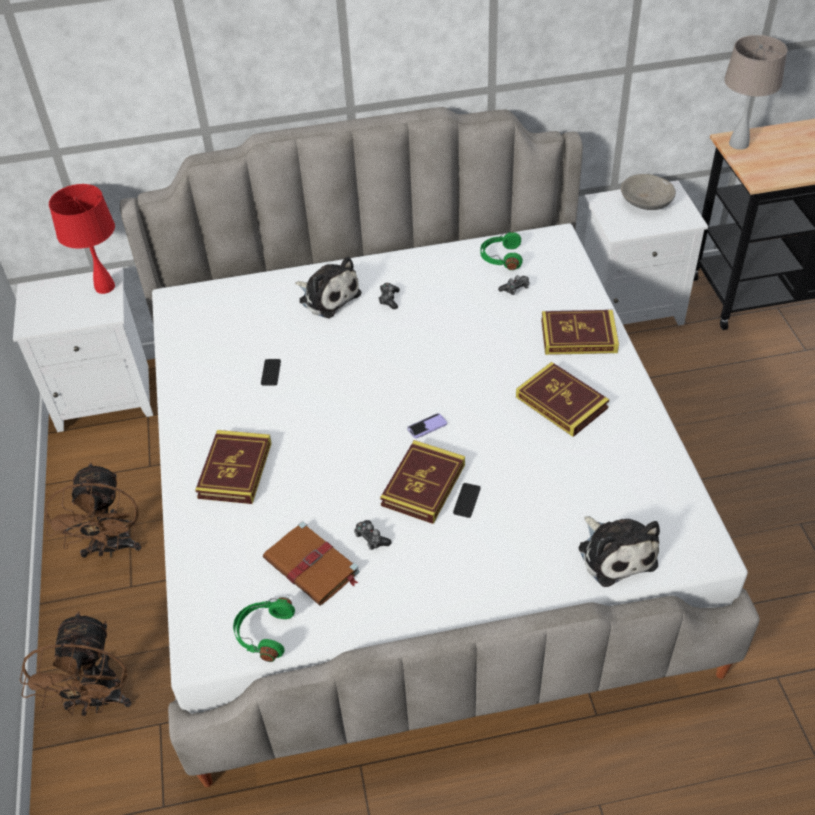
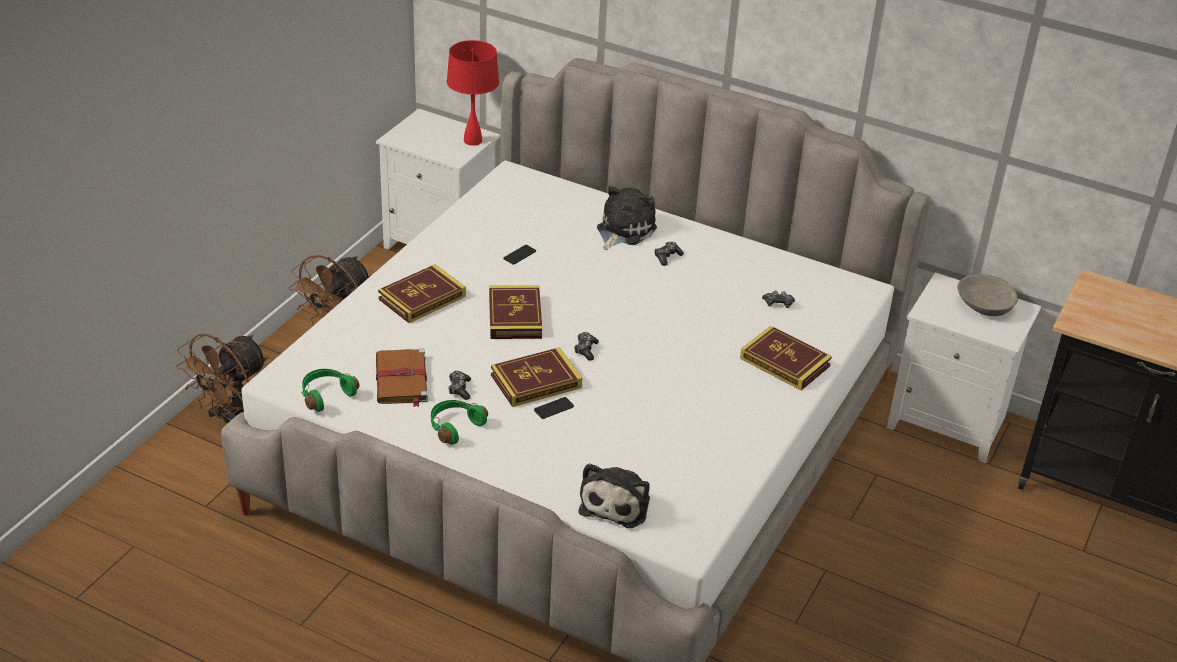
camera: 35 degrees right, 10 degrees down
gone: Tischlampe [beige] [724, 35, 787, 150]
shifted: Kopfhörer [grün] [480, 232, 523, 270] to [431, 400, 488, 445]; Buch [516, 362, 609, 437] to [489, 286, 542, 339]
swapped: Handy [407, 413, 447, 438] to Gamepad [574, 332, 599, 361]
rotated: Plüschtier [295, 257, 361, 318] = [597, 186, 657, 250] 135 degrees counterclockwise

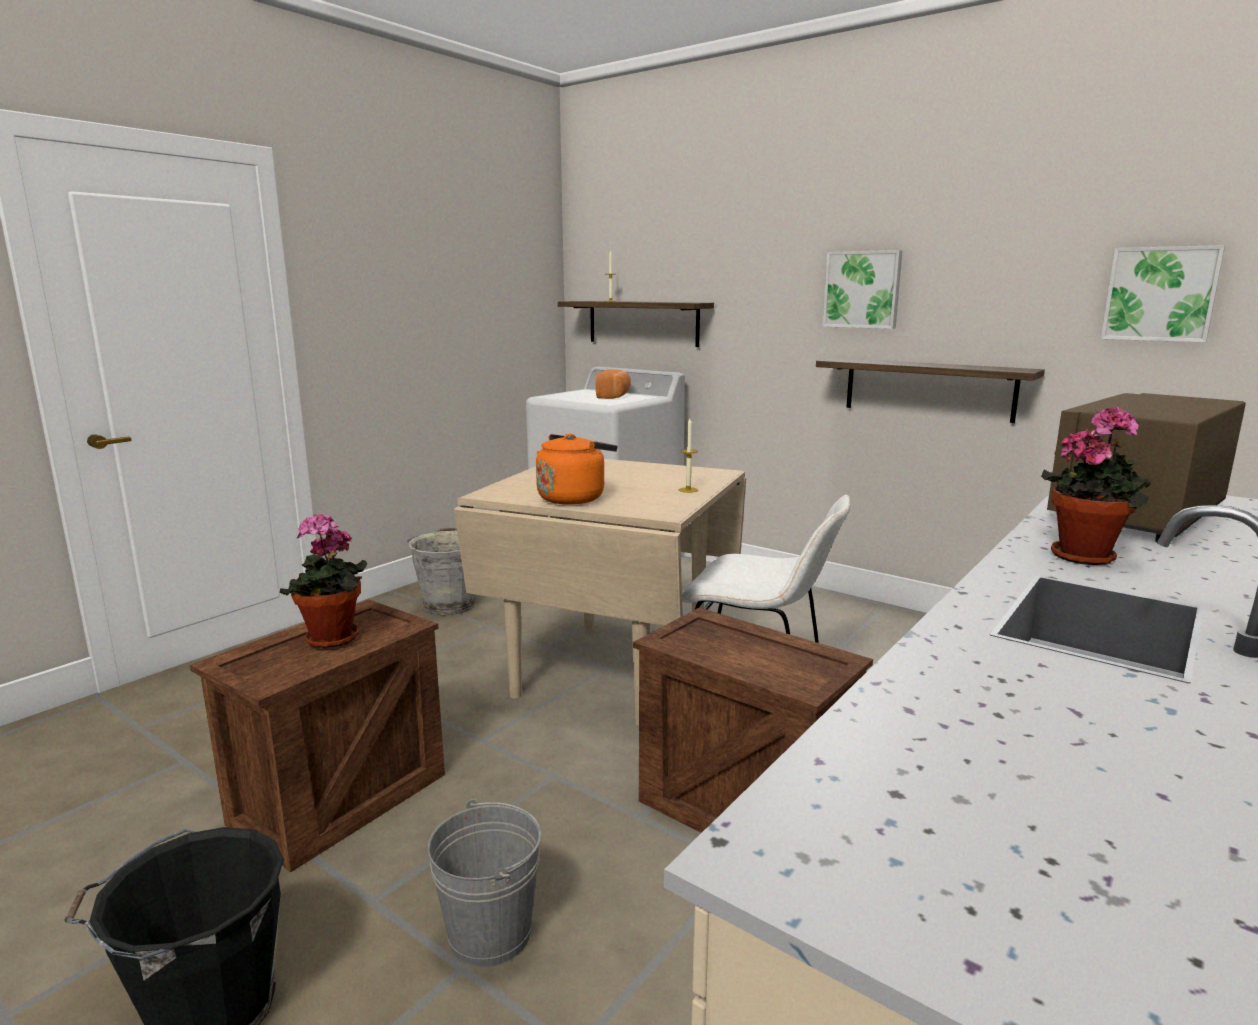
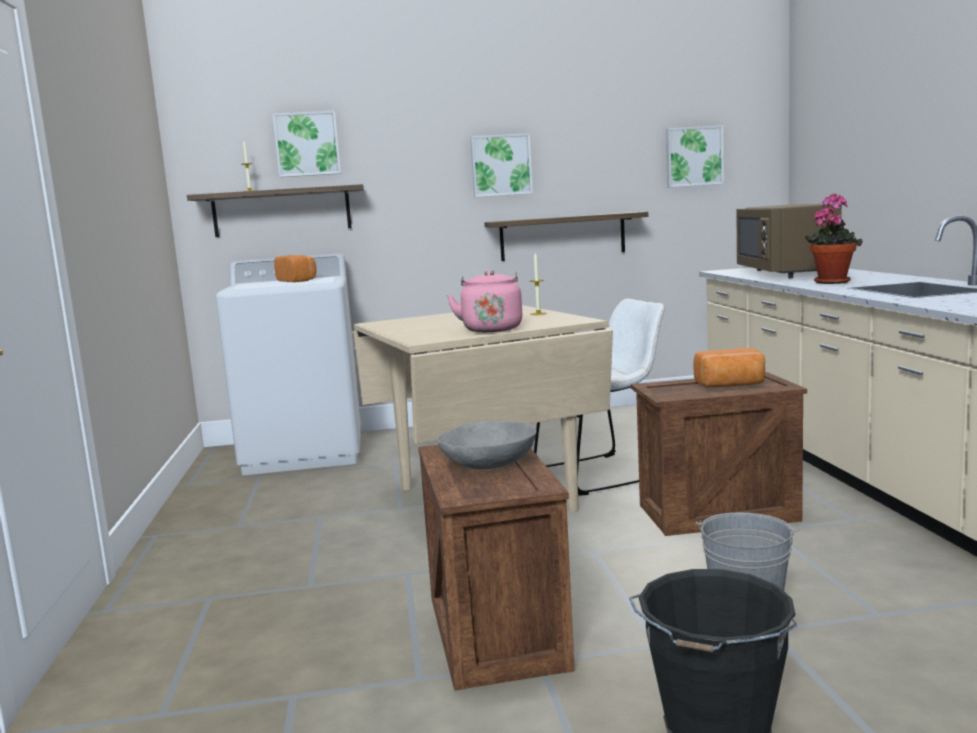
camera: 45 degrees left, 5 degrees down
gone: Eimer [grau] [407, 528, 475, 615]
new: Bild [272, 111, 341, 177]; Brot [693, 348, 765, 387]
swapped: Topfpflanze [280, 513, 367, 648] to Schüssel [grau] [437, 421, 537, 469]
repainted: Wasserkessel [orange] [536, 434, 617, 505] to Wasserkessel [rosa] [447, 270, 523, 332]

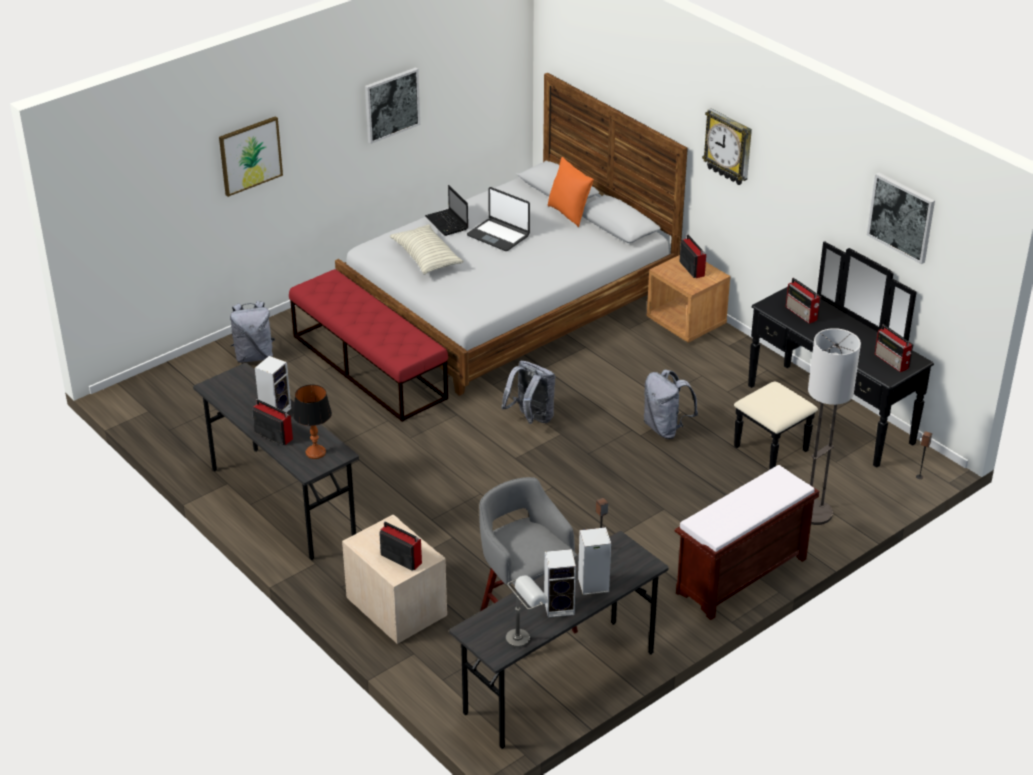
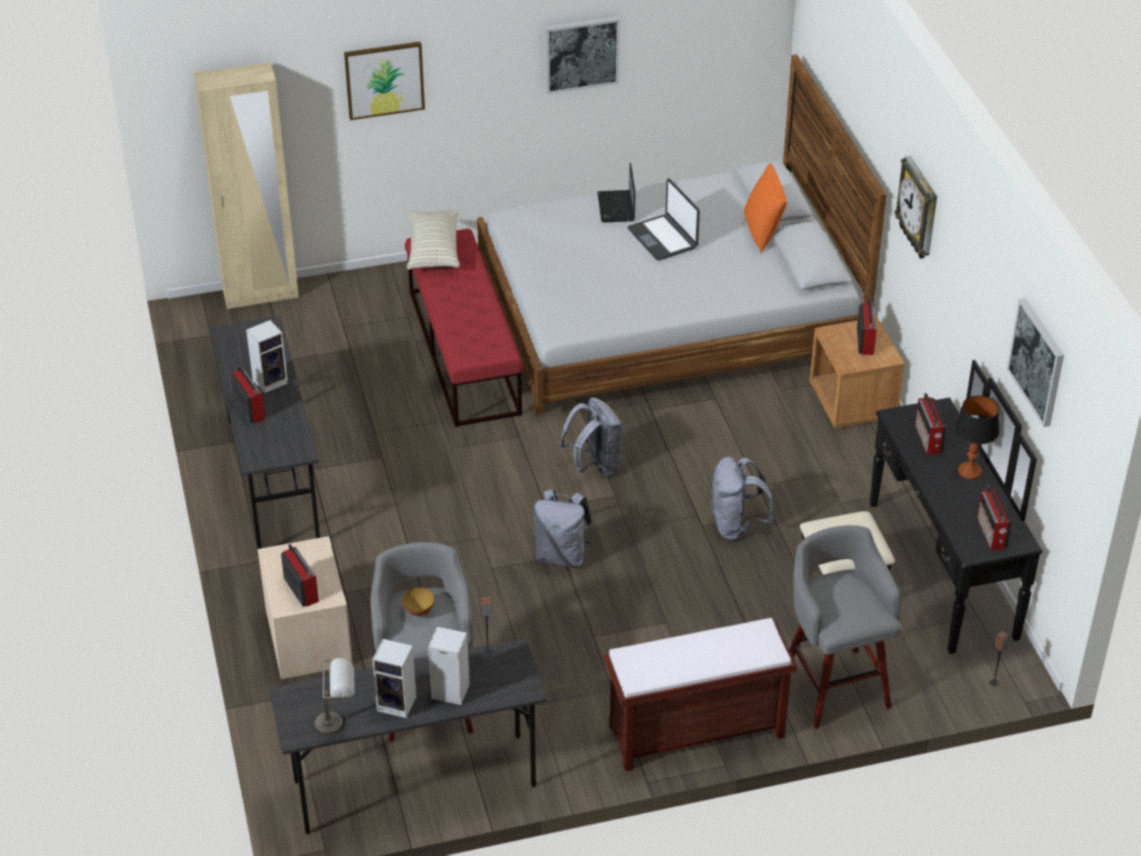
camera: 25 degrees right, 5 degrees up
new: Kleiderschrank [beige] [194, 62, 299, 309]; Schüssel [402, 588, 434, 616]
shifted: Rucksack [grau] [230, 301, 275, 362] to [533, 489, 592, 567]; Tischlampe [293, 385, 332, 459] to [955, 395, 999, 479]; Kissen [390, 224, 463, 274] to [407, 210, 460, 270]
swapped: Stehlampe [808, 328, 861, 525] to Hocker [grau] [789, 525, 901, 729]

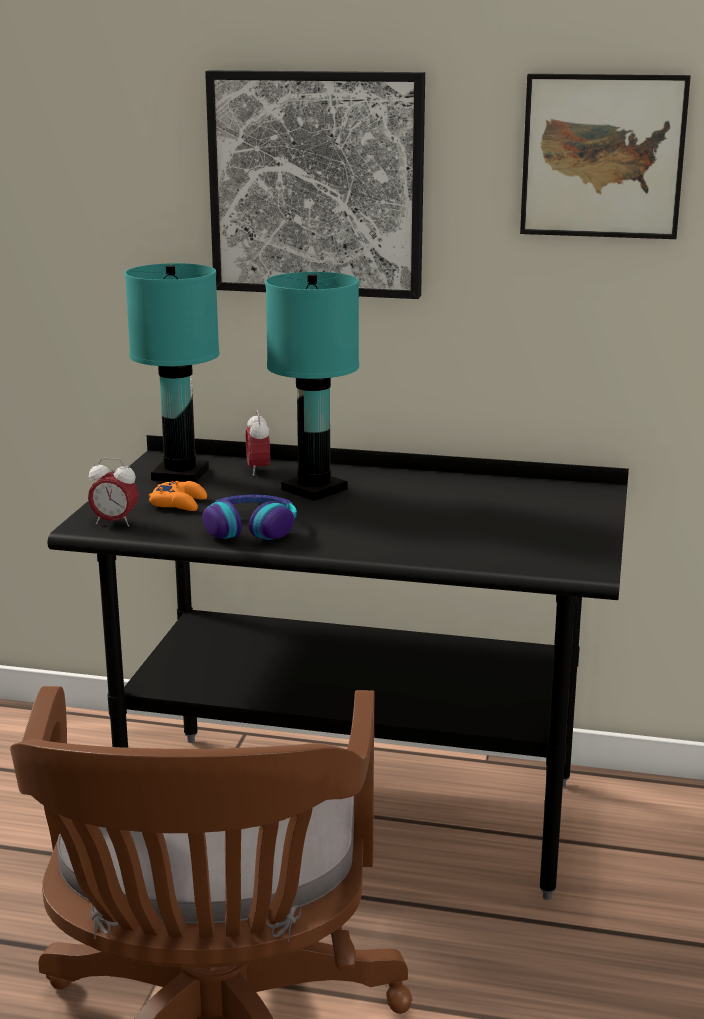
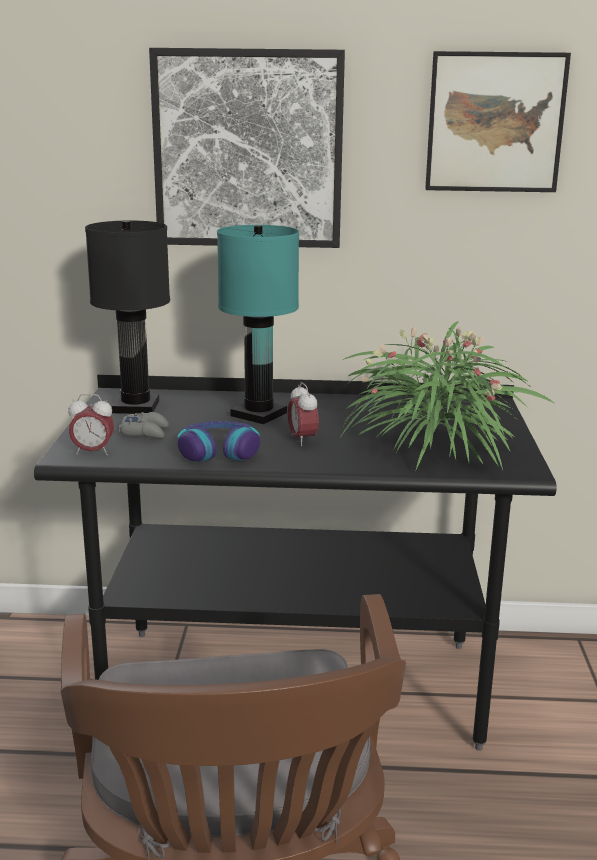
camera: 10 degrees left, 0 degrees up
new: Topfpflanze [339, 321, 554, 470]
shifted: Wecker [246, 410, 270, 476] to [287, 382, 319, 446]
repainted: Tischlampe [türkis] [125, 263, 219, 482] to Tischlampe [schwarz] [85, 220, 170, 414]; Gamepad [orange] [149, 481, 207, 511] to Gamepad [grau] [119, 412, 169, 438]

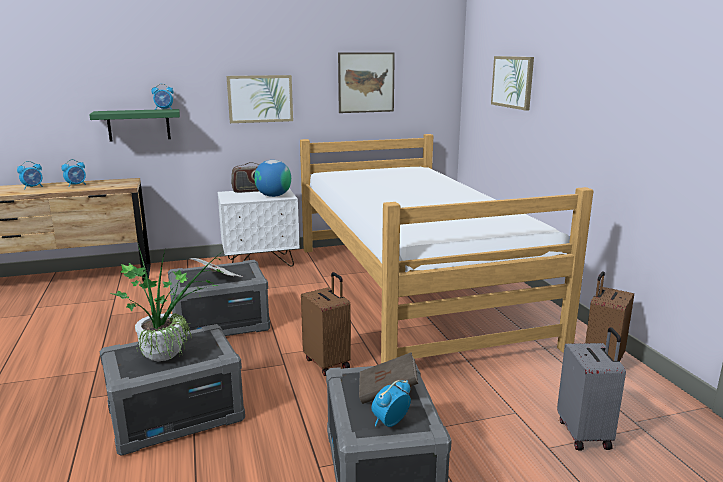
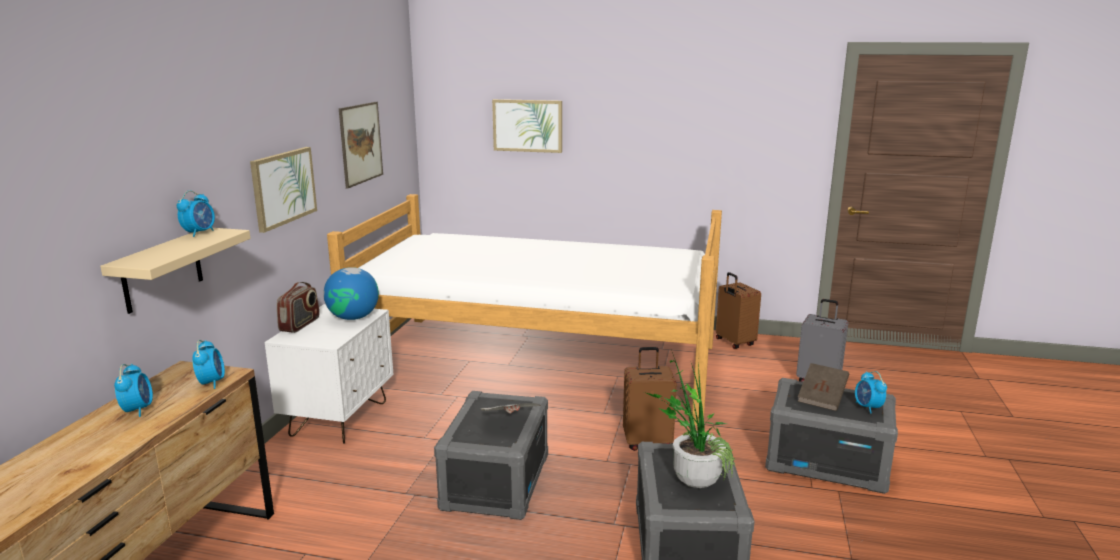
camera: 60 degrees left, 0 degrees up
shifted: Wecker [17, 161, 43, 189] to [192, 340, 225, 389]
repainted: Wandregal [grün] [89, 109, 180, 142] to Wandregal [beige] [100, 228, 251, 314]

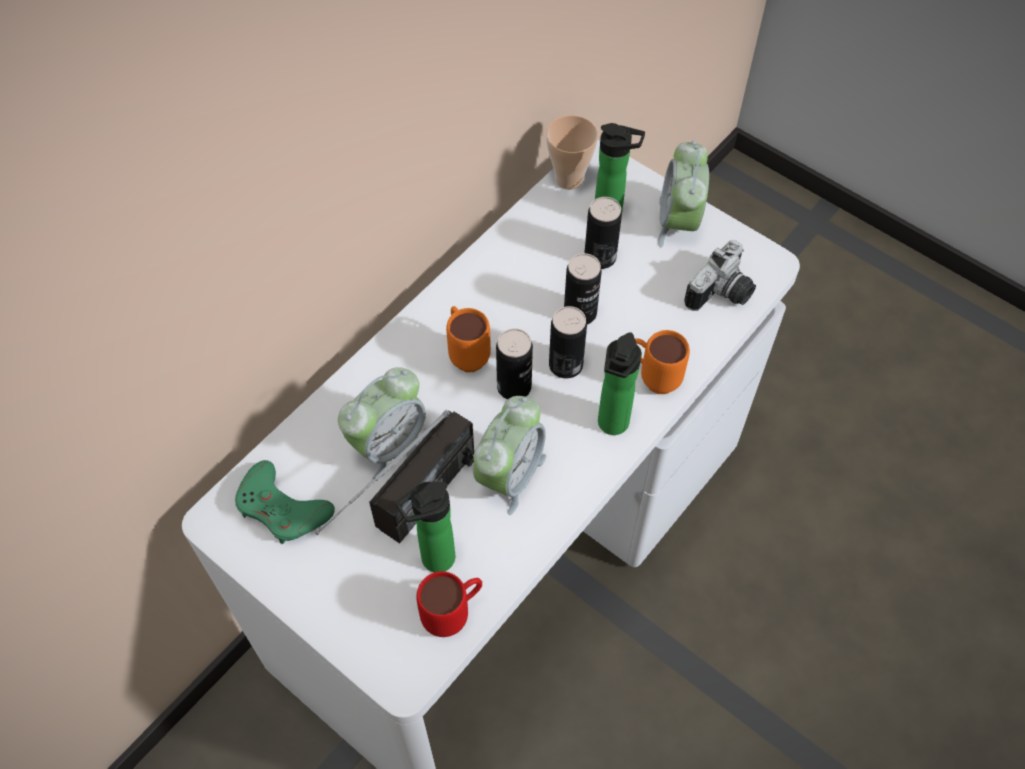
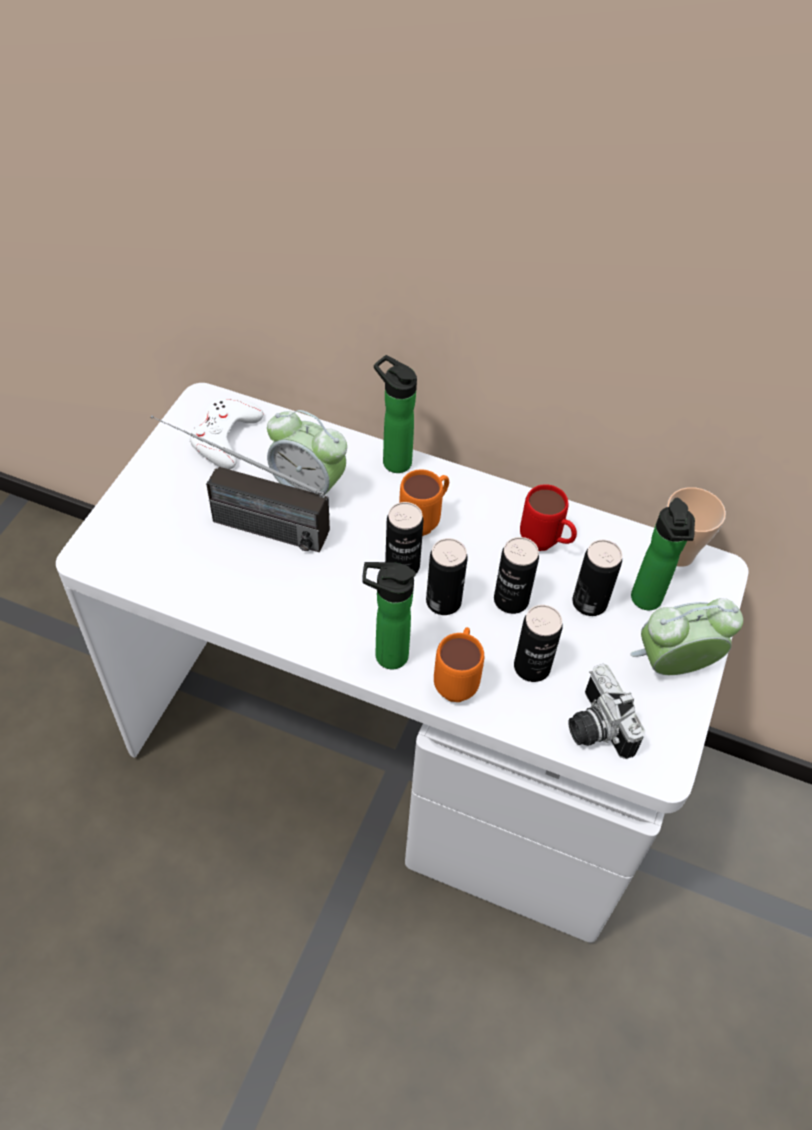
camera: 70 degrees right, 5 degrees down
gone: Wecker [473, 396, 546, 515]
new: Dose [514, 605, 563, 682]
shifted: Flasche [395, 481, 455, 572] to [374, 355, 417, 473]; Henkelbecher [rot] [416, 571, 482, 637] to [520, 484, 577, 551]
repainted: Gamepad [grün] [235, 460, 335, 544] to Gamepad [weiß] [189, 398, 263, 470]
rotated: Kamera [684, 240, 756, 311] = [568, 664, 646, 759] 45 degrees clockwise

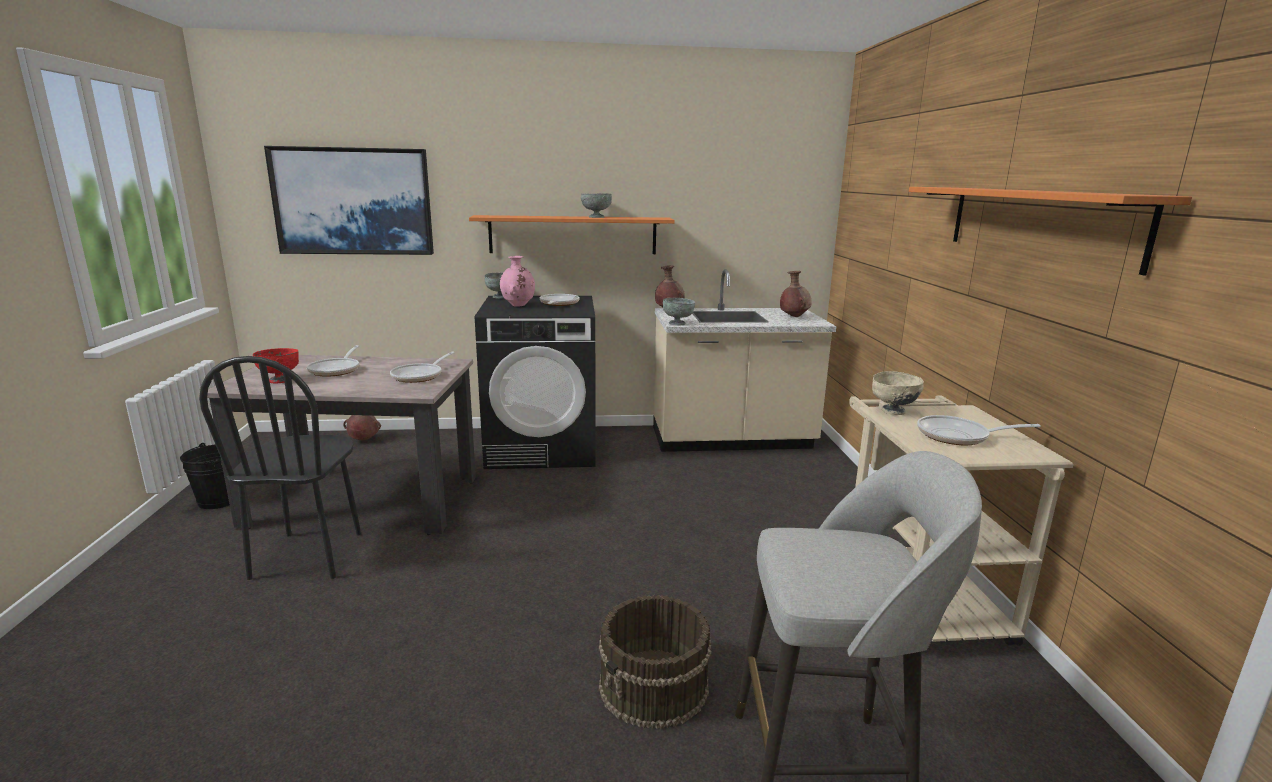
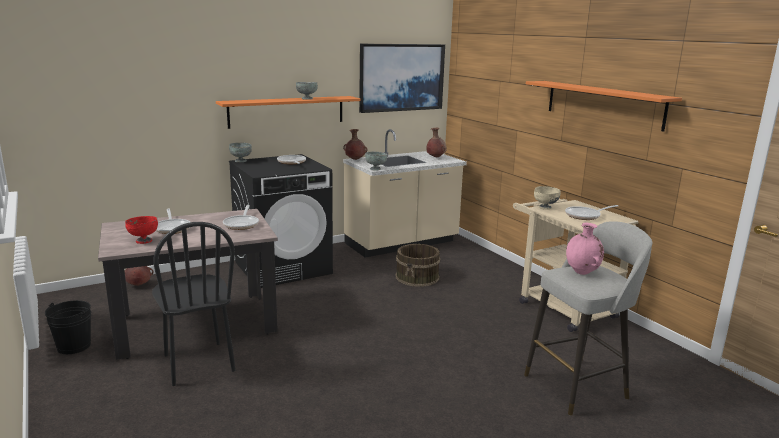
camera: 25 degrees left, 0 degrees up
shifted: Bild [264, 146, 434, 255] to [359, 44, 445, 113]; Vase [rosa] [500, 256, 535, 307] to [566, 223, 604, 275]; Eimer [braun] [599, 595, 712, 729] to [396, 244, 440, 287]

